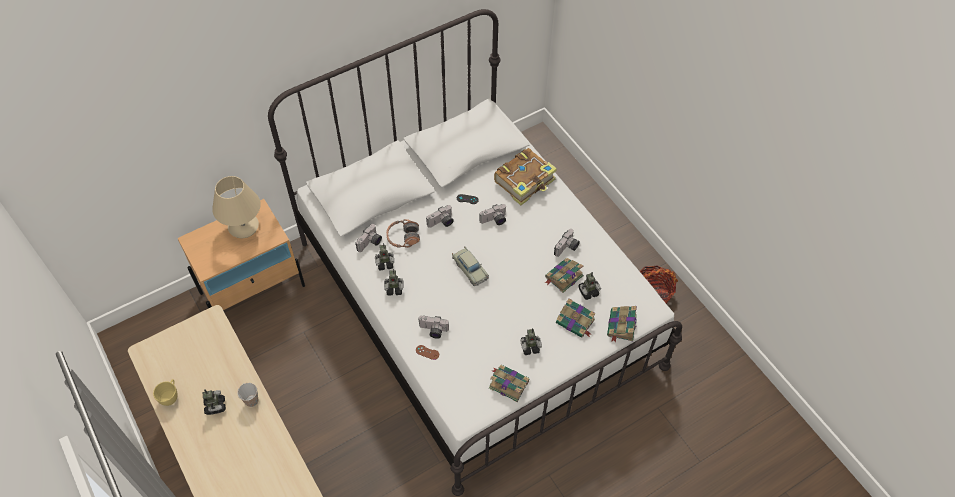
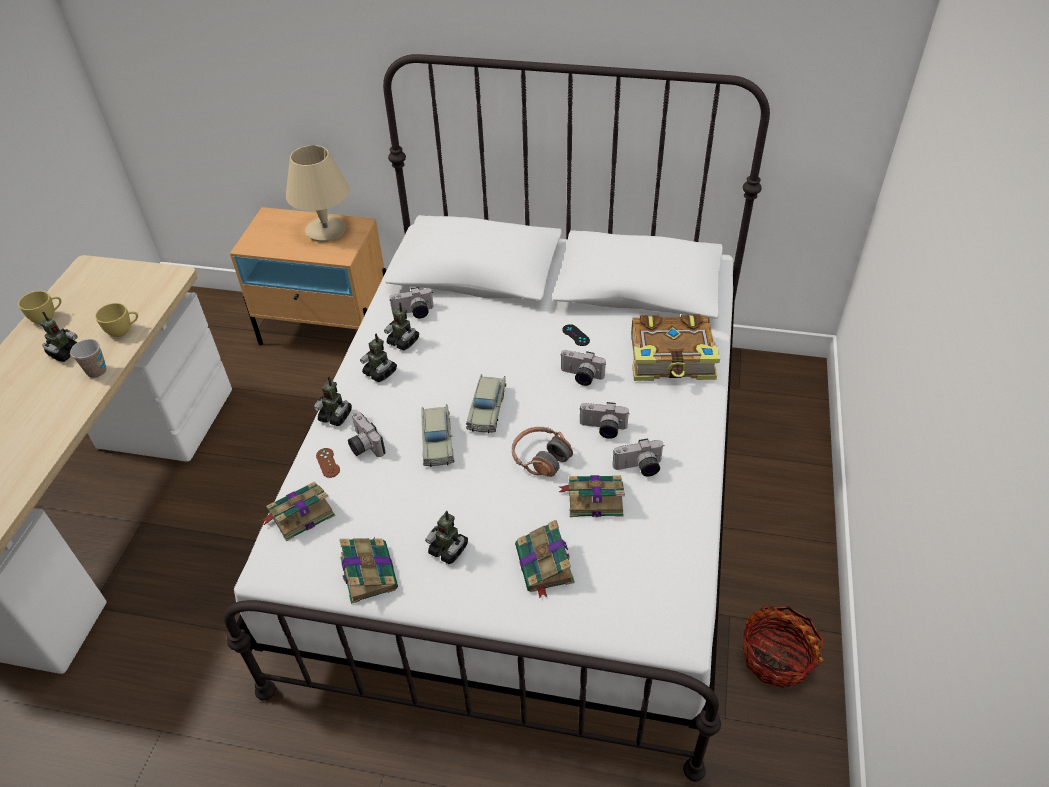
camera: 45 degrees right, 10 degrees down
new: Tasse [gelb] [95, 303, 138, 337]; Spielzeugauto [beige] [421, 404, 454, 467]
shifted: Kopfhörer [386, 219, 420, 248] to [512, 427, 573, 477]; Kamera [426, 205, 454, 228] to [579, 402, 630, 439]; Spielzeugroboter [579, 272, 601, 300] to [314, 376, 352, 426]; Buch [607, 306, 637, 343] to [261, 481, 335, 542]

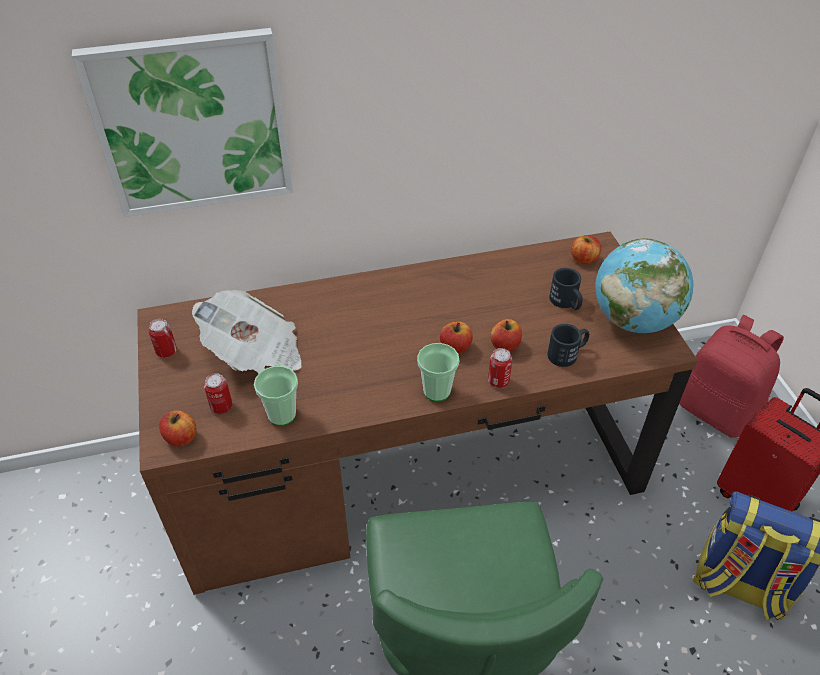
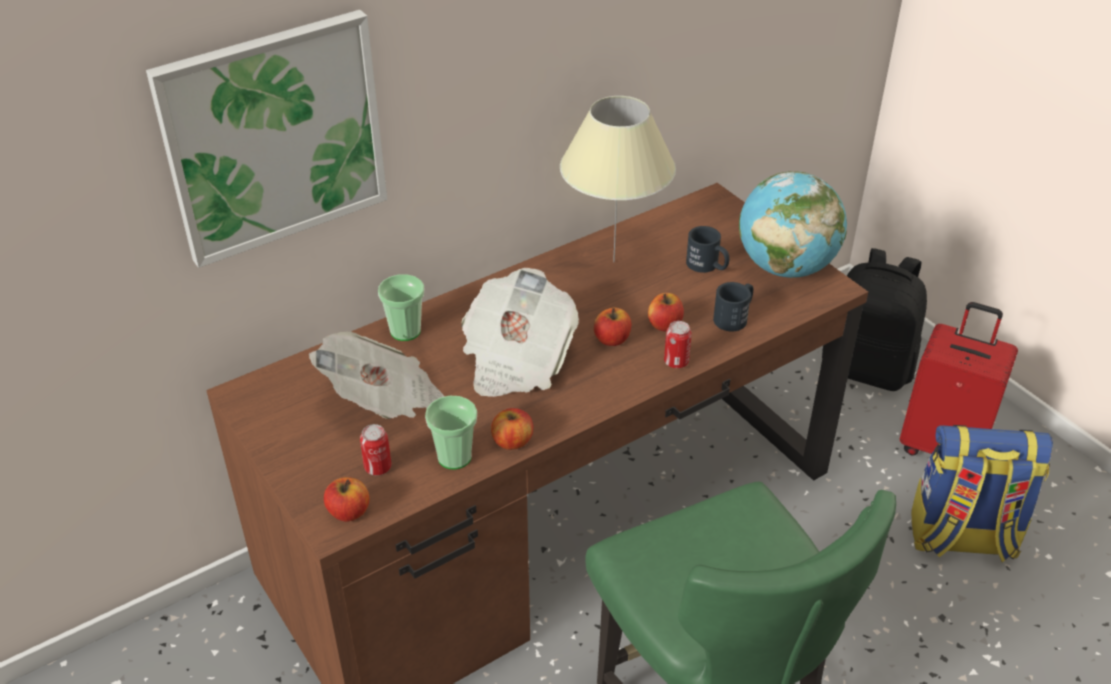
camera: 20 degrees left, 5 degrees down
gone: Dose [148, 319, 177, 358]
new: Zeitung [461, 268, 579, 397]; Tischlampe [beige] [560, 96, 676, 262]
shifted: Tasse [417, 343, 459, 402] to [378, 274, 424, 341]; Apfel [571, 235, 601, 264] to [491, 408, 533, 450]
repainted: Rucksack [rot] [679, 315, 784, 438] to Rucksack [schwarz] [822, 248, 927, 391]

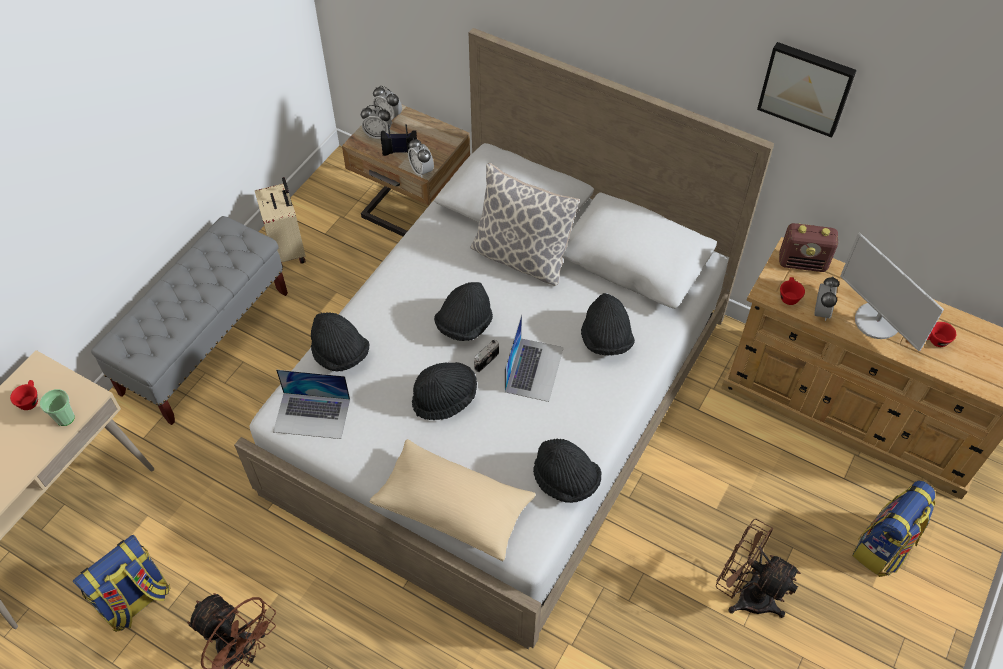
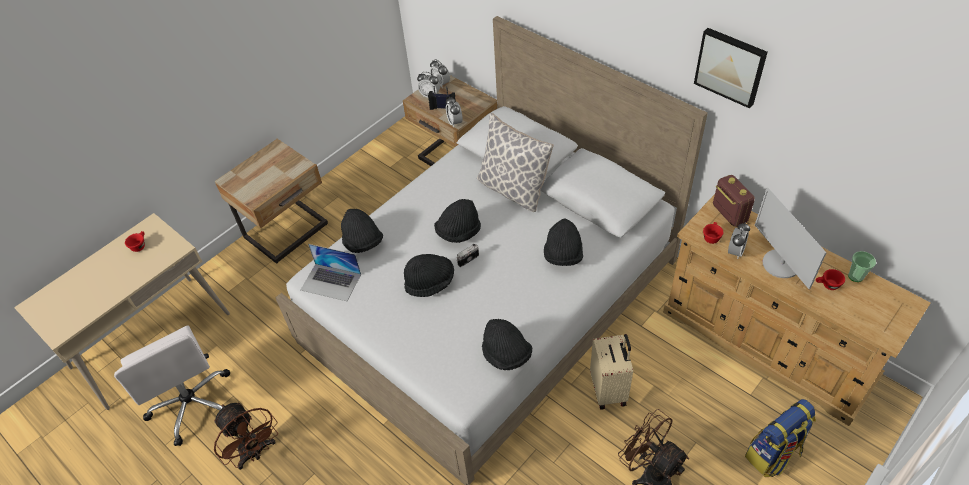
camera: 15 degrees right, 5 degrees down
gone: Kissen [beige] [370, 439, 536, 561]; Laptop [505, 314, 564, 402]
shifted: Tasse [40, 389, 75, 426] to [848, 251, 876, 282]; Koffer [beige] [255, 177, 306, 266] to [590, 334, 633, 410]
swapped: Rucksack [73, 535, 171, 632] to Bürostuhl [weiß] [114, 325, 230, 446]; Bank [grau] [91, 216, 288, 425] to Nachttisch [beige] [215, 139, 328, 263]
rotated: Radio [779, 223, 838, 272] = [713, 175, 755, 227] 135 degrees counterclockwise

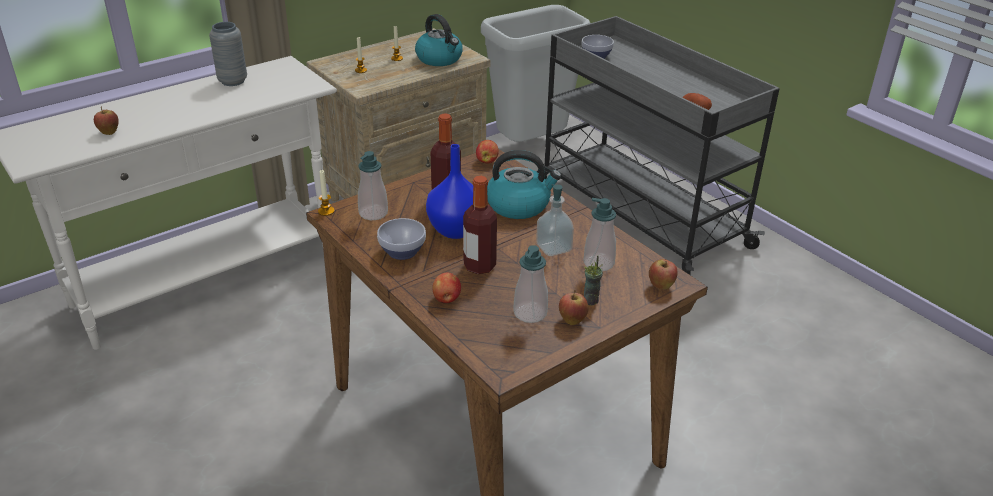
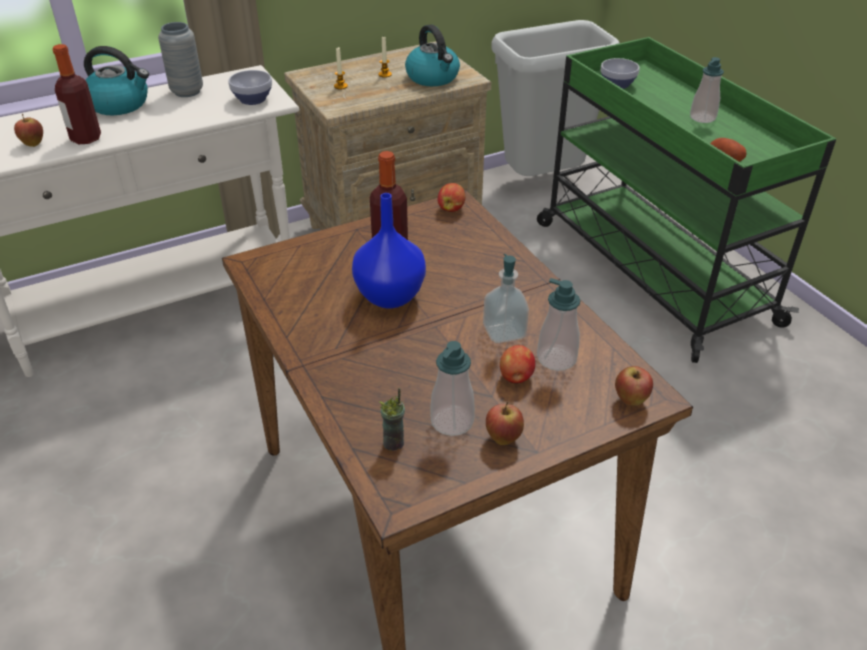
camera: 10 degrees right, 5 degrees up
gone: Kerze [318, 170, 335, 216]
shifted: Seifenspender [358, 151, 388, 220] to [690, 57, 724, 123]; Schüssel [377, 218, 426, 260] to [228, 70, 272, 105]; Apfel [432, 273, 461, 304] to [500, 345, 535, 383]; Flasche [463, 176, 497, 274] to [53, 44, 101, 144]; Wasserkessel [487, 150, 562, 219] to [84, 46, 149, 115]; Tasse [584, 255, 603, 306] to [379, 388, 405, 451]
repainted: Rollwagen [grau] [536, 16, 779, 275] to Rollwagen [grün] [537, 37, 836, 363]

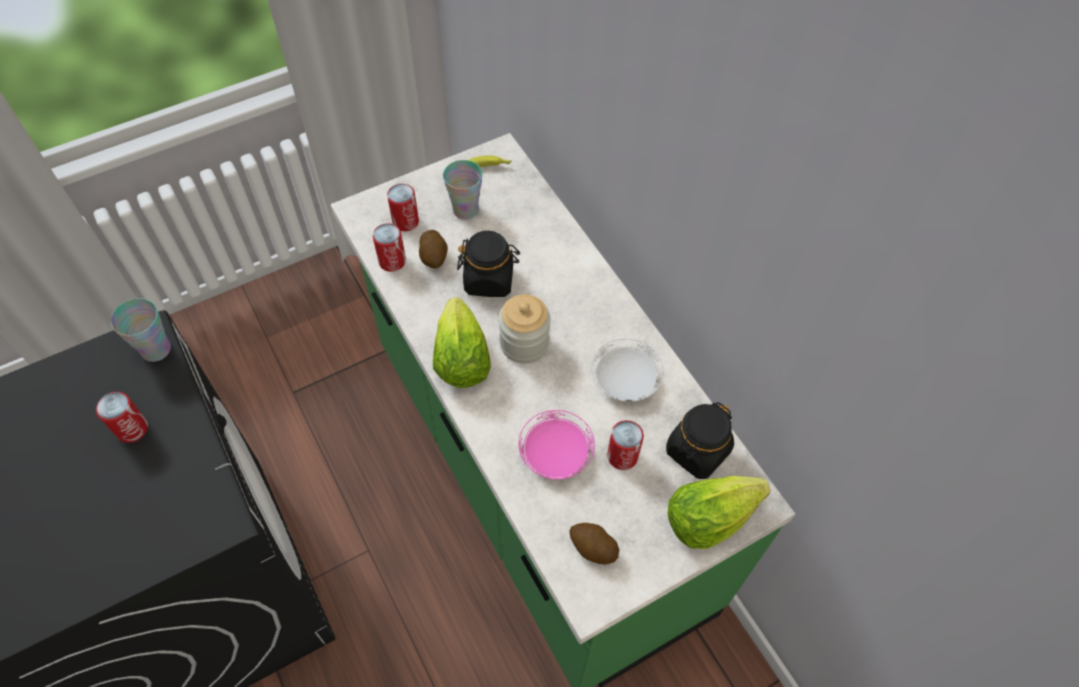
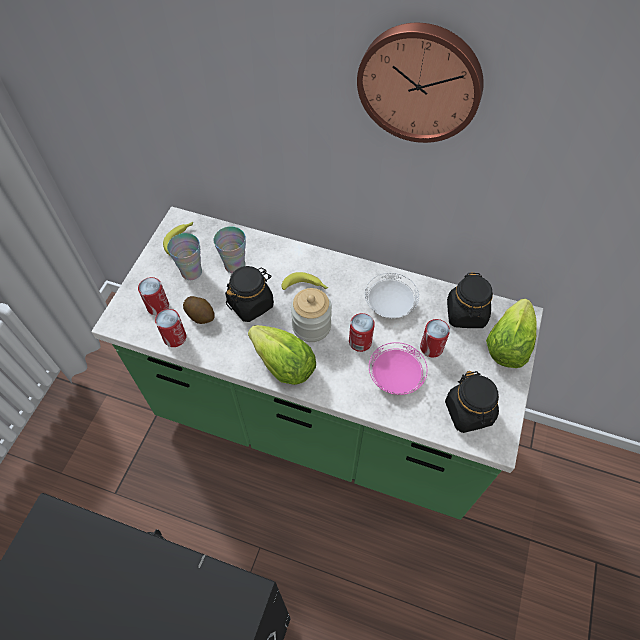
camera: 40 degrees left, 0 degrees up
new: Banane [282, 272, 328, 290]; Wanduhr [357, 23, 484, 143]
shifted: Dose [96, 392, 148, 443] to [349, 313, 375, 352]; Tasse [111, 298, 171, 362] to [214, 226, 246, 273]
swapped: Kartoffel [569, 523, 619, 564] to Vorratsglas [schwarz] [445, 371, 499, 433]

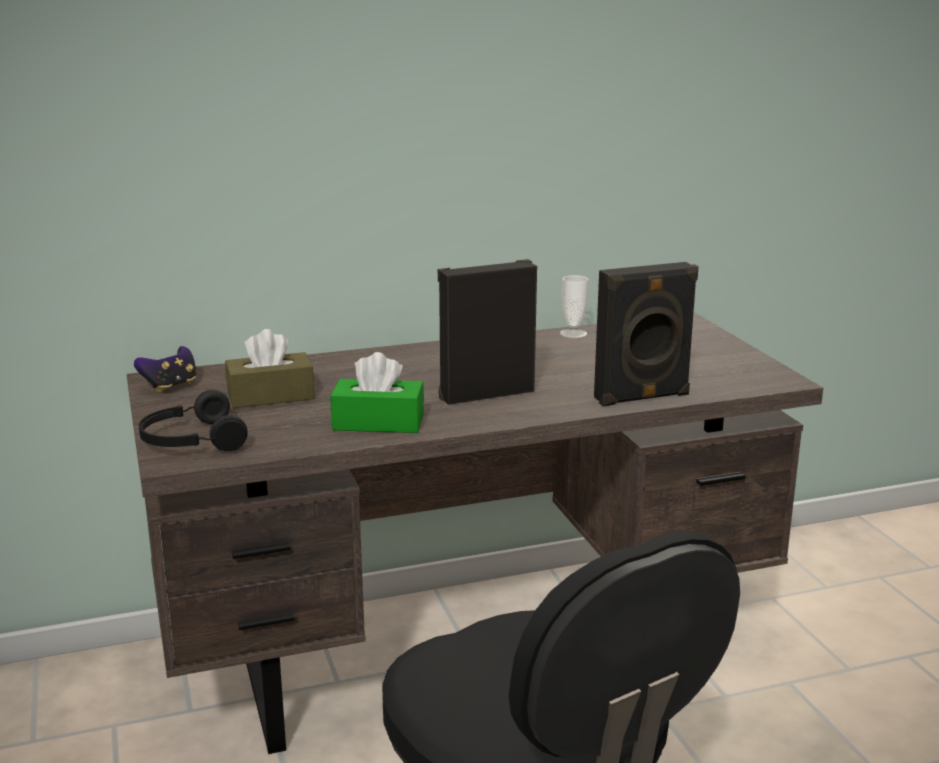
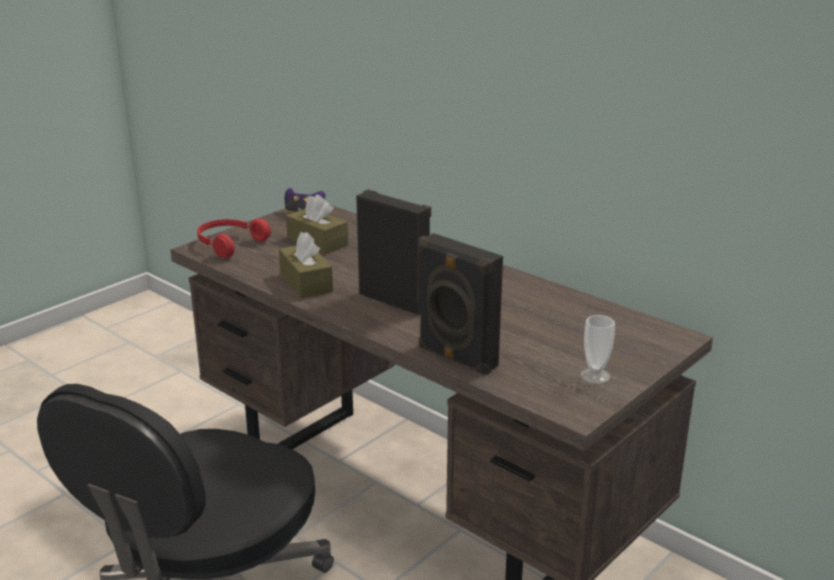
camera: 60 degrees right, 5 degrees up
shifted: Tasse [560, 275, 588, 338] to [580, 315, 615, 384]
repainted: Kopfhörer [schwarz] [139, 390, 247, 451] to Kopfhörer [rot] [197, 219, 271, 258]; Taschentuchbox [grün] [331, 352, 424, 433] to Taschentuchbox [braun] [279, 232, 333, 298]

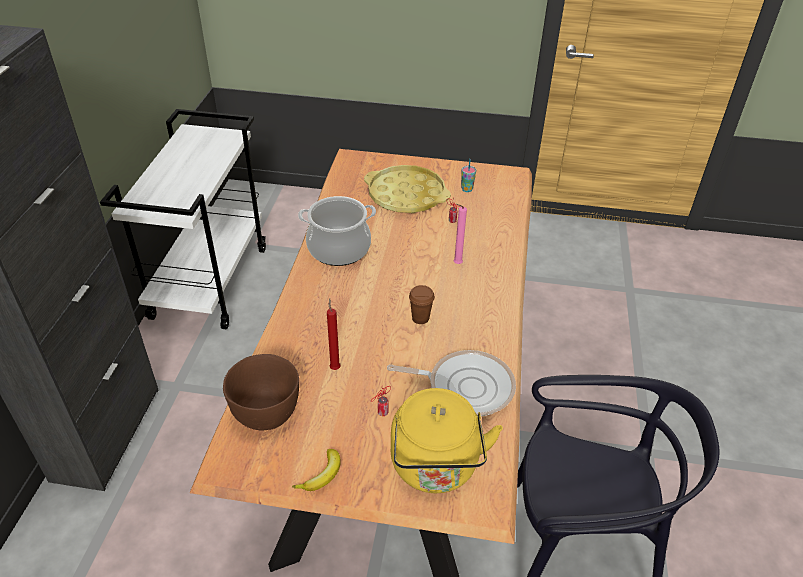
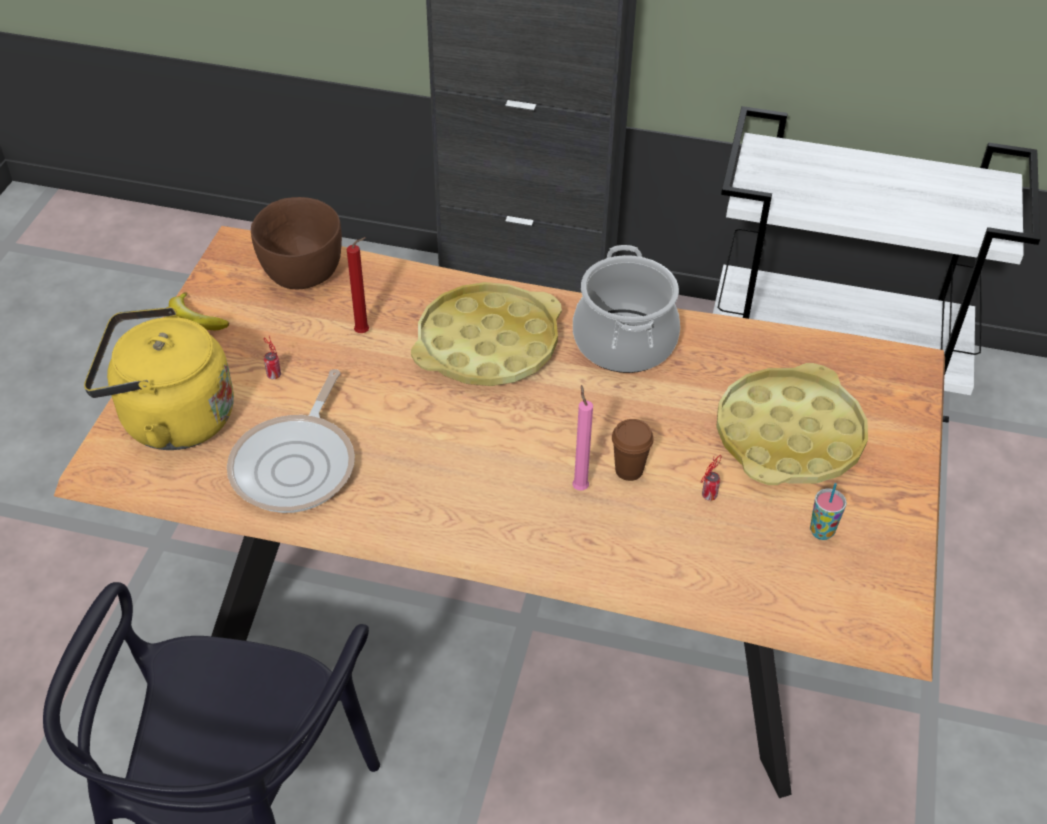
camera: 95 degrees right, 5 degrees up
new: Tablett [gelb] [411, 282, 562, 386]
shifted: Tasse [braun] [409, 285, 435, 324] to [612, 419, 654, 481]

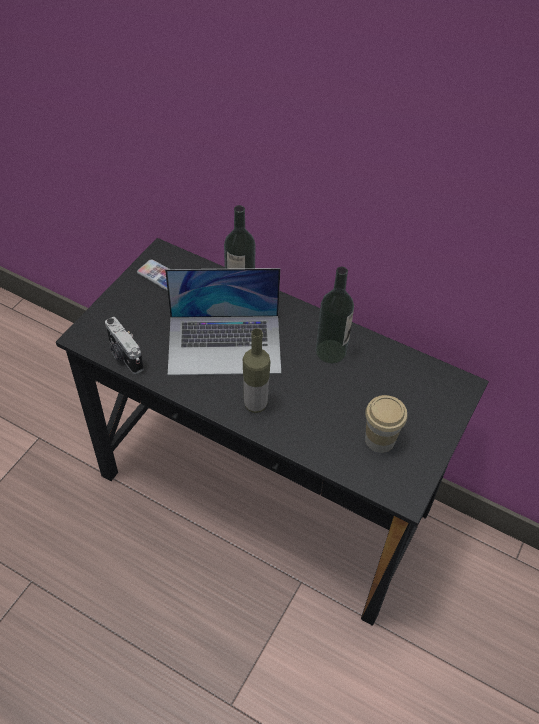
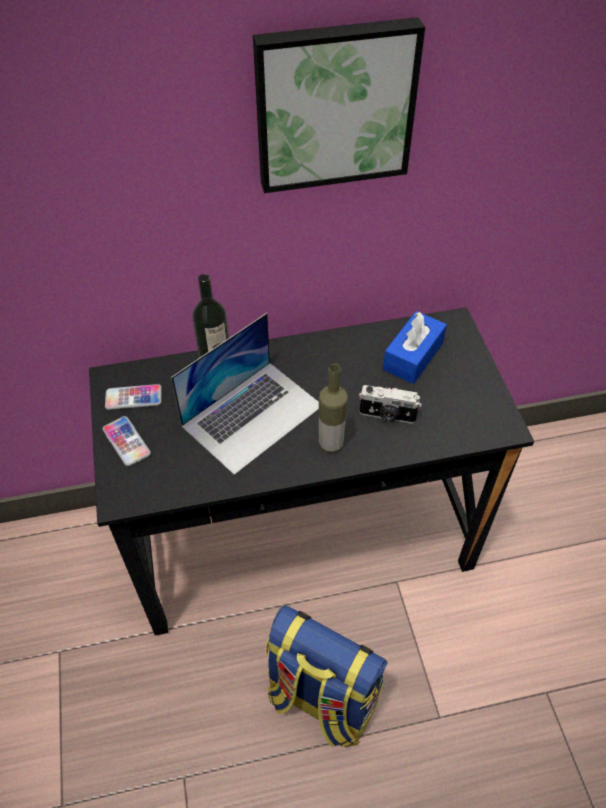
camera: 40 degrees left, 0 degrees up
gone: Flasche [315, 267, 354, 363]; Tasse [365, 395, 407, 453]
new: Handy [102, 416, 151, 466]; Bild [253, 17, 425, 193]; Rucksack [265, 606, 388, 747]; Taschentuchbox [blau] [383, 311, 447, 384]
shifted: Kamera [105, 317, 144, 374] to [359, 385, 422, 424]

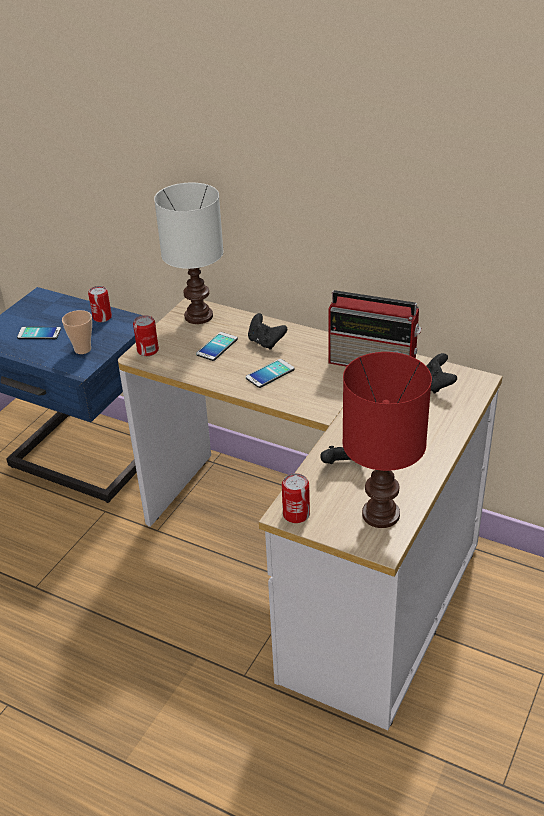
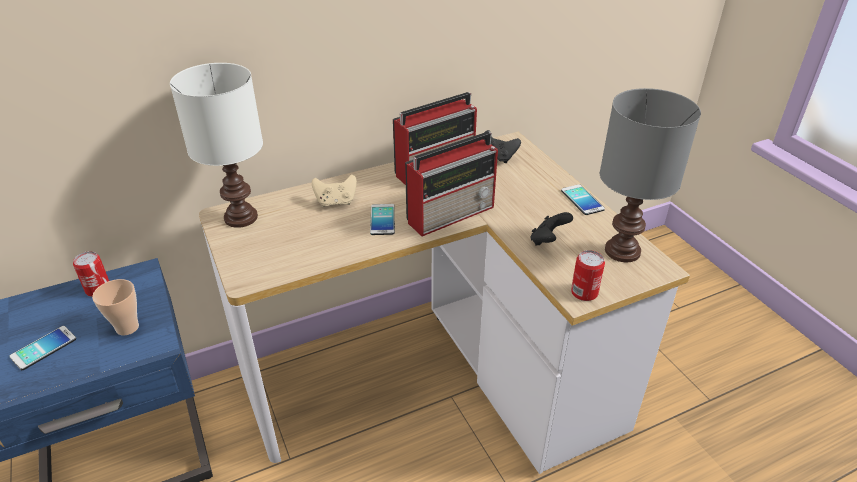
camera: 55 degrees left, 0 degrees up
gone: Dose [133, 315, 159, 356]
new: Radio [405, 132, 498, 236]
shifted: Handy [196, 332, 238, 361] to [561, 184, 605, 215]
repainted: Gamepad [schwarz] [248, 313, 287, 350] to Gamepad [beige] [312, 174, 357, 207]; Tischlampe [rot] [342, 352, 432, 528] to Tischlampe [grau] [600, 88, 701, 262]

